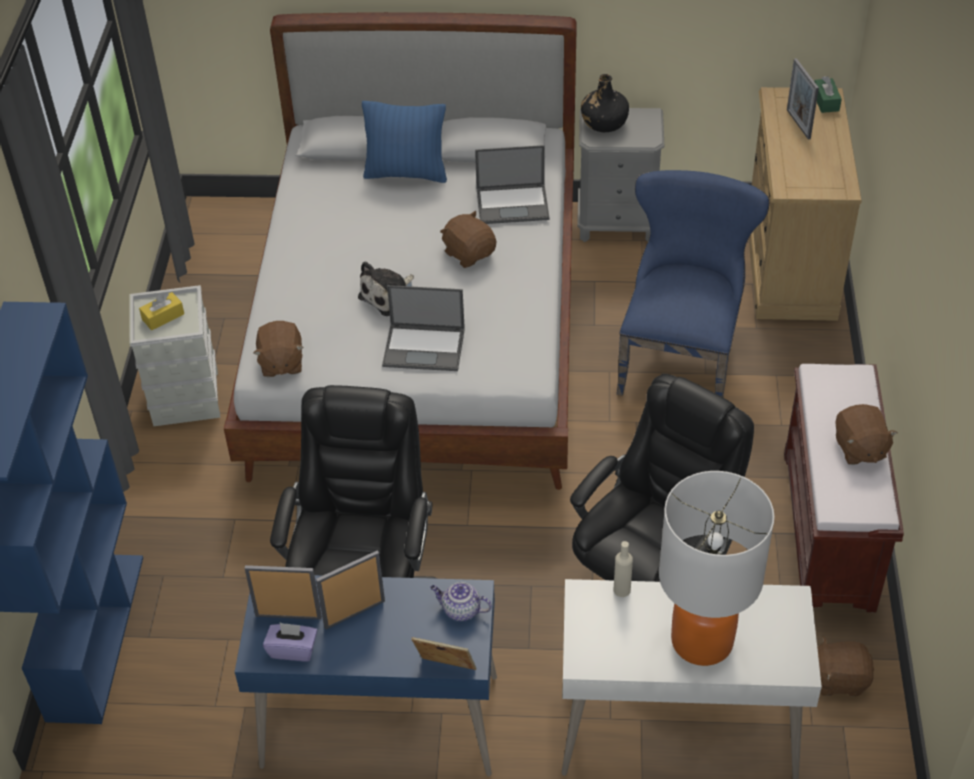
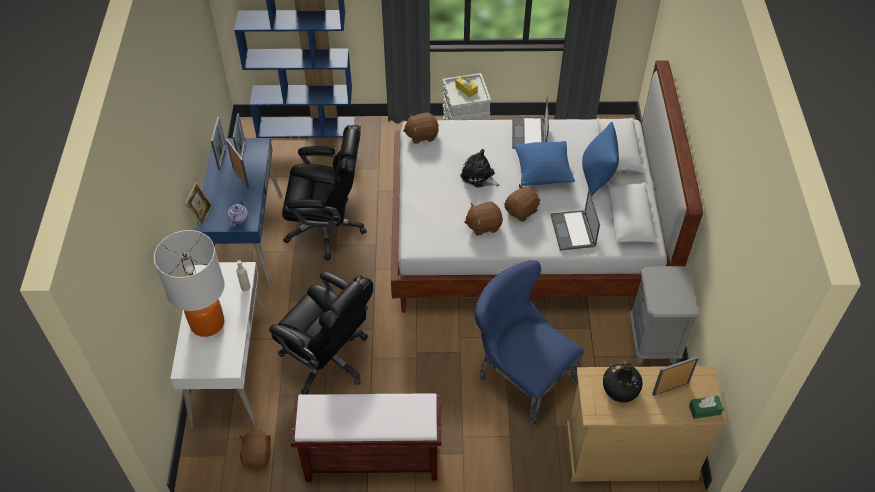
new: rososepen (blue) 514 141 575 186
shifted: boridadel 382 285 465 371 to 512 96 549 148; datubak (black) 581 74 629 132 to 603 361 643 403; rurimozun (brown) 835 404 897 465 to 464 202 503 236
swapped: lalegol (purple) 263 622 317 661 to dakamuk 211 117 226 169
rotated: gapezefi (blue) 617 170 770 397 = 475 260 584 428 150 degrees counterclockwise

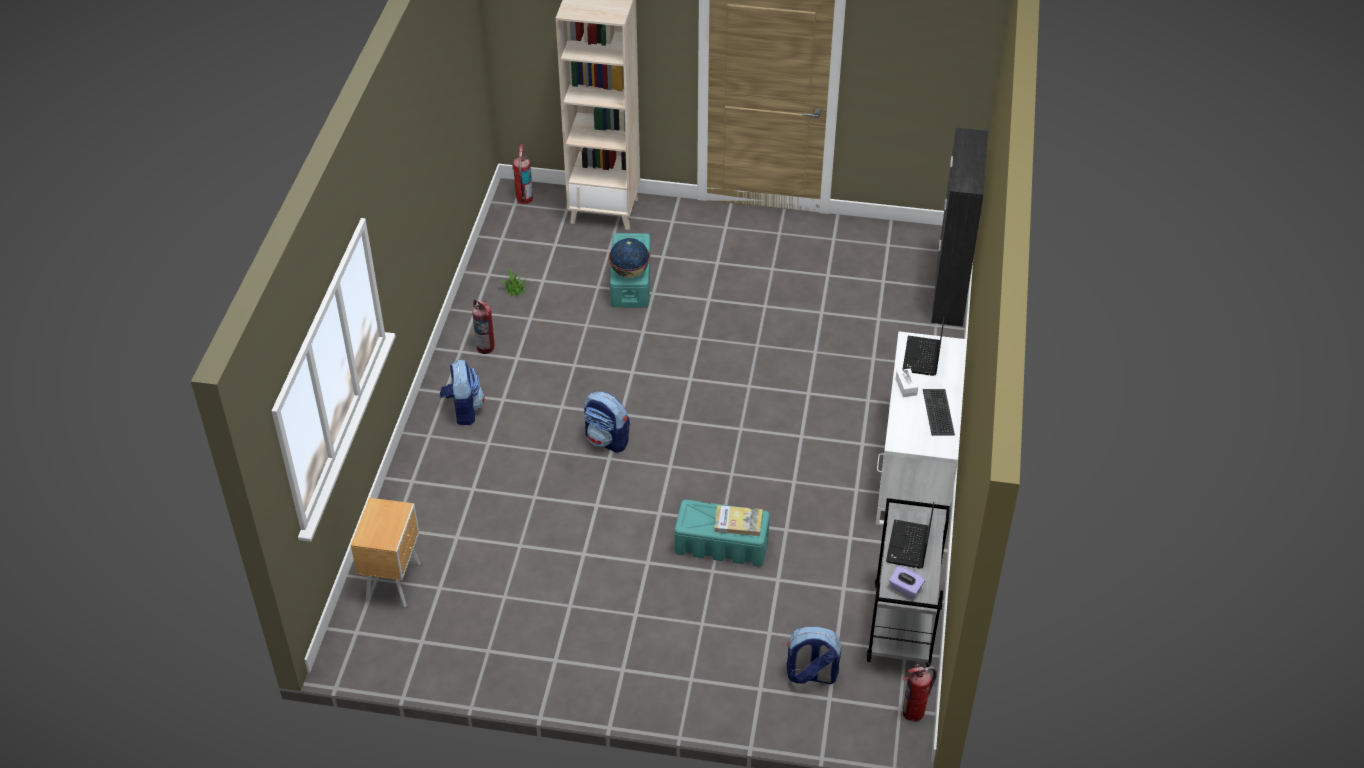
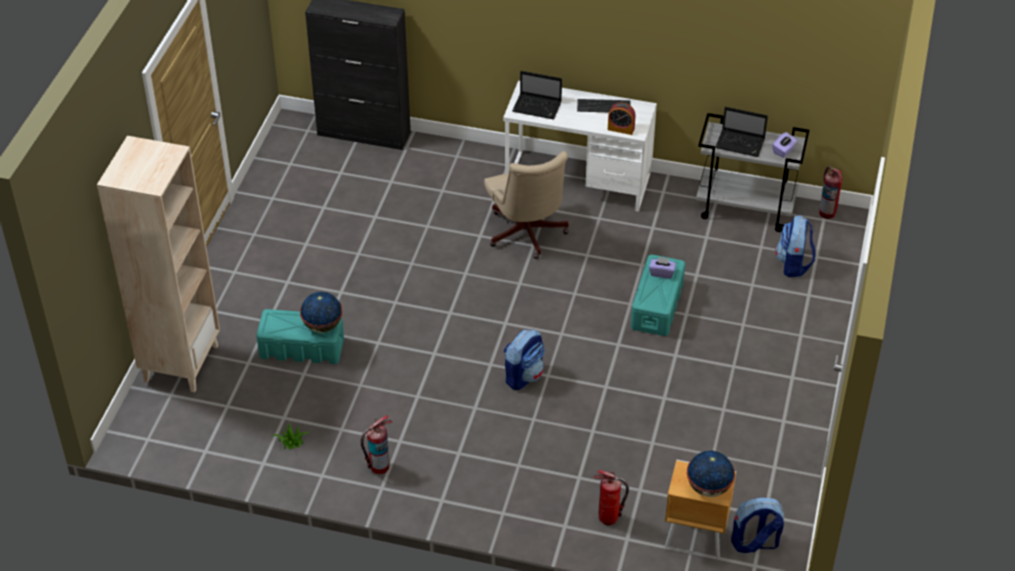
gone: lalegol (white) 896 368 918 397
new: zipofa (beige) 484 151 569 259; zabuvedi 608 102 636 135; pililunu 687 451 735 497
shifted: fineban 440 360 485 425 to 731 497 784 553; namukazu 512 144 533 204 to 593 470 629 525
swapped: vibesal 714 505 763 536 to lalegol (purple) 649 256 676 279

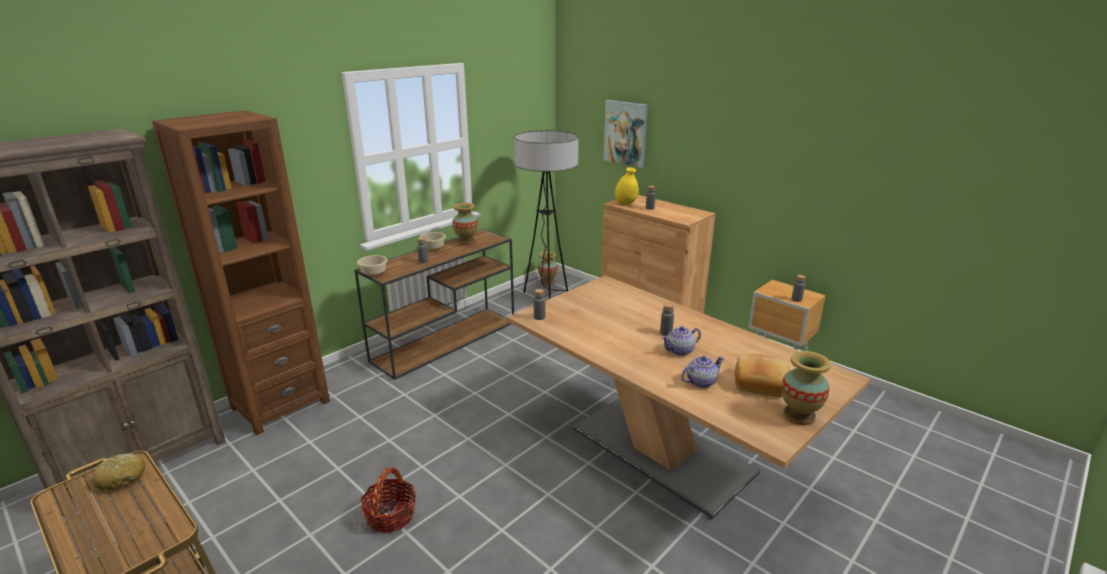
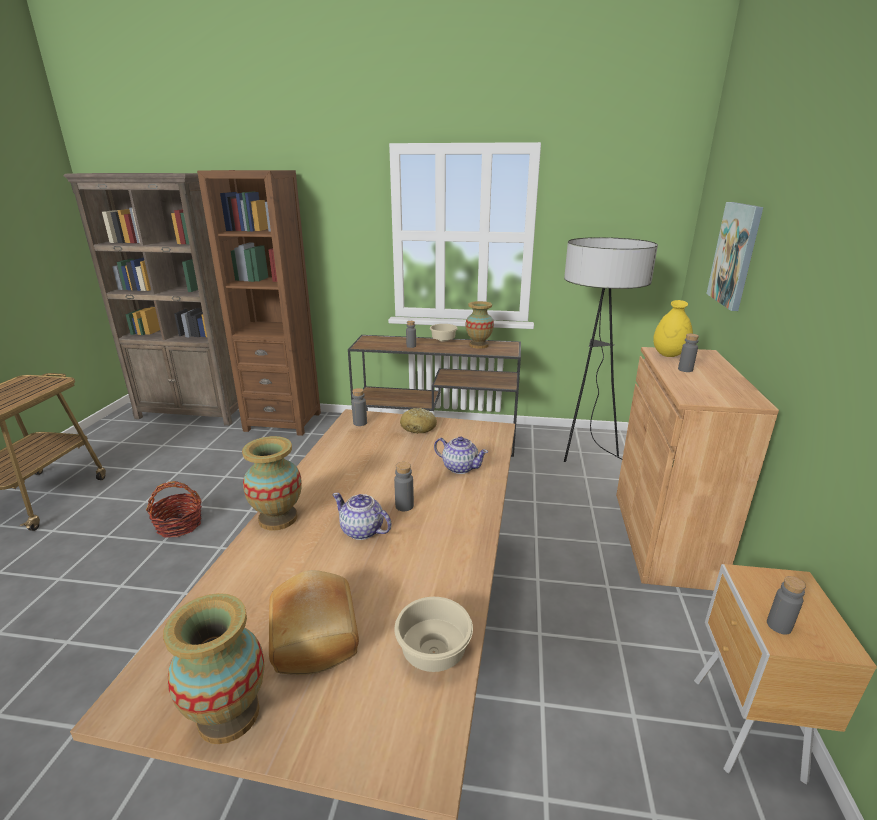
shifted: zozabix 92 454 145 490 to 400 408 437 434; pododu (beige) 357 255 387 275 to 394 597 473 672; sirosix 538 251 558 285 to 242 436 302 531; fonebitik 681 356 724 388 to 434 436 488 474

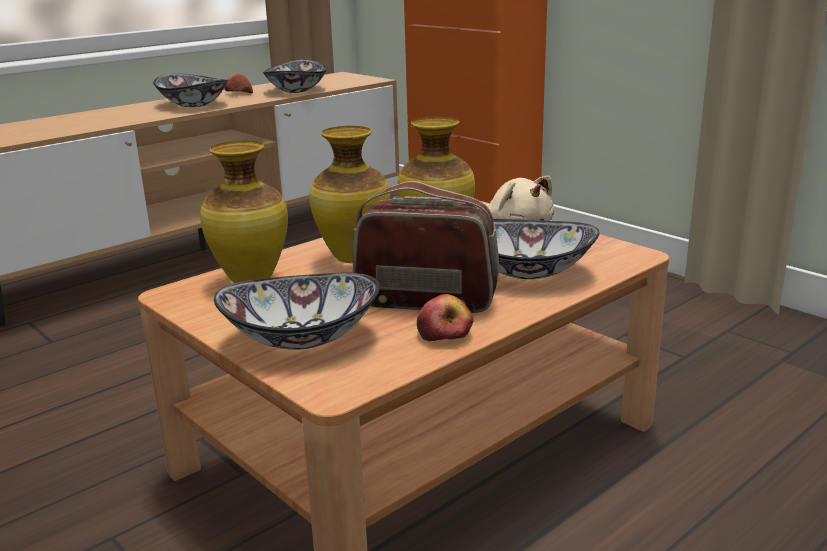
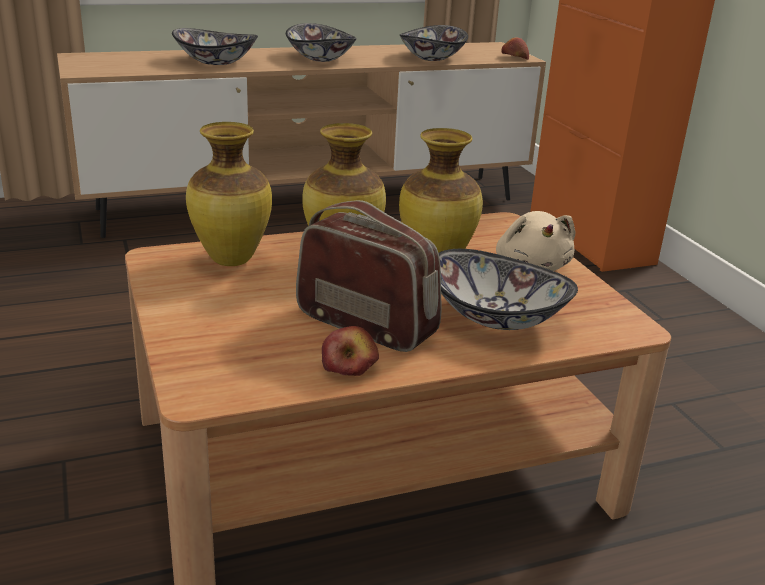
shifted: pododu 214 273 380 350 to 172 28 258 65; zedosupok 225 74 253 94 to 501 37 529 60

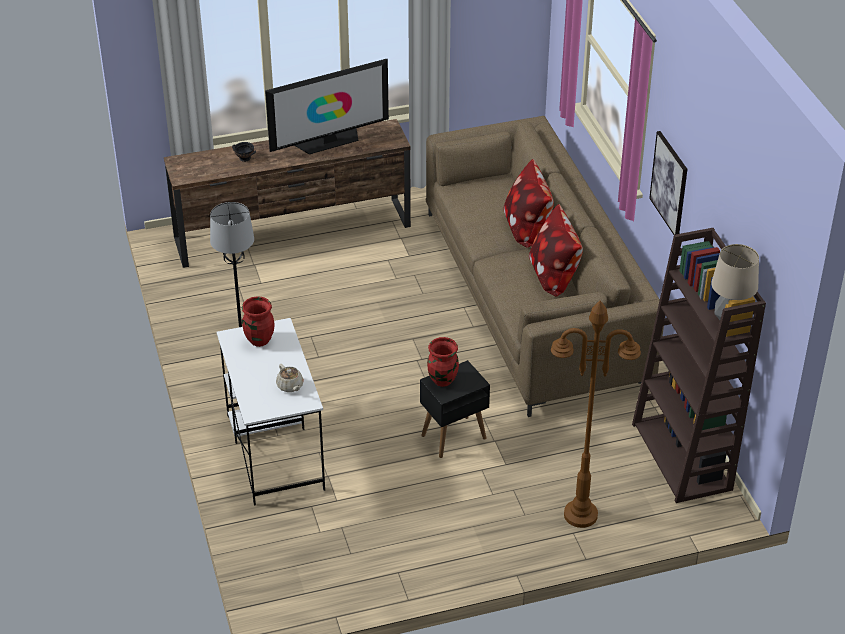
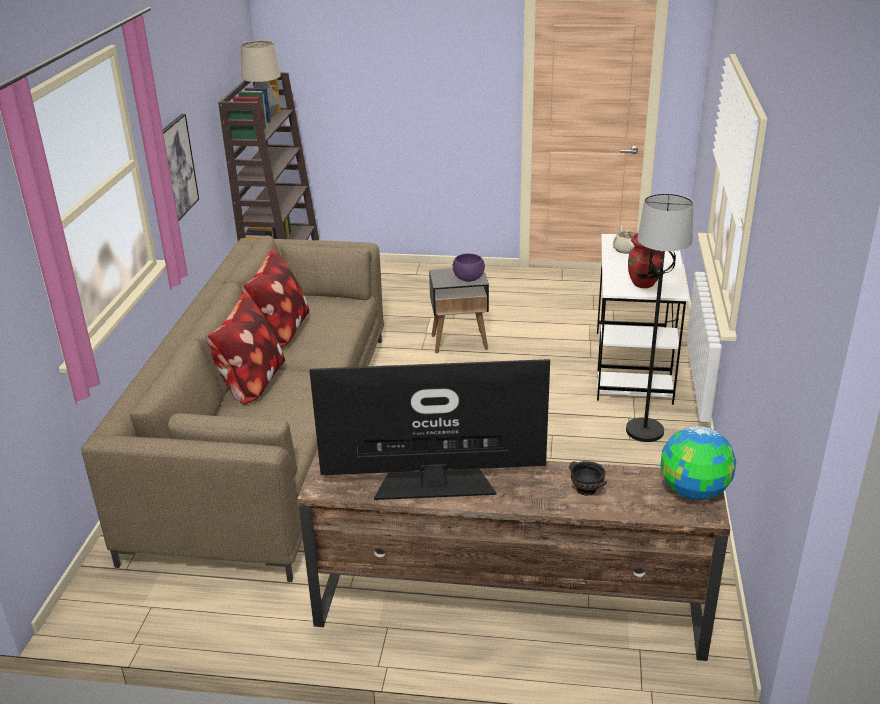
gone: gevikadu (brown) 551 301 641 528
new: pililunu 660 426 736 500
swapped: sirosix (red) 427 337 459 387 to pododu (purple) 453 253 485 282

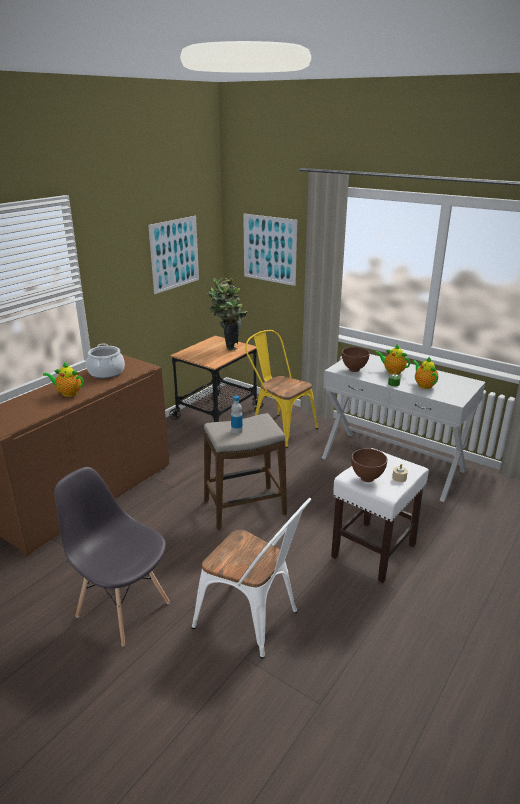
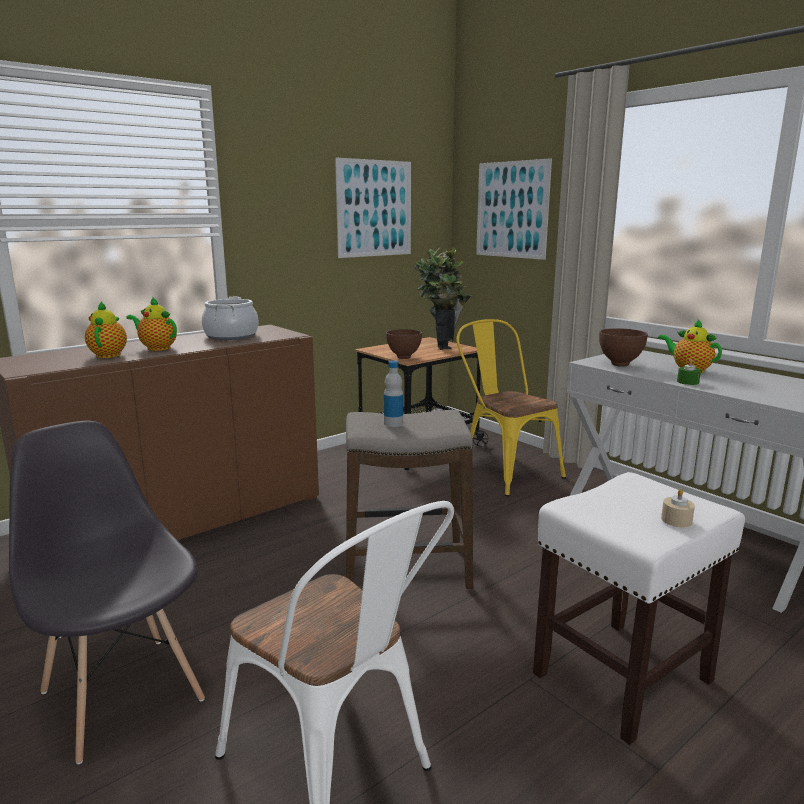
shifted: pododu (brown) 351 449 387 482 to 386 329 422 359; fonebitik 412 357 438 389 to 85 301 127 358

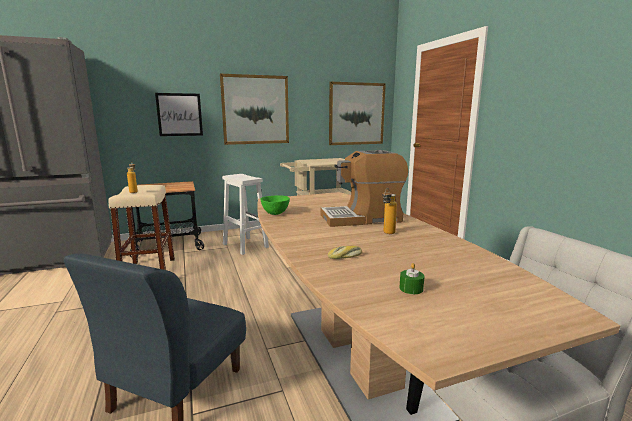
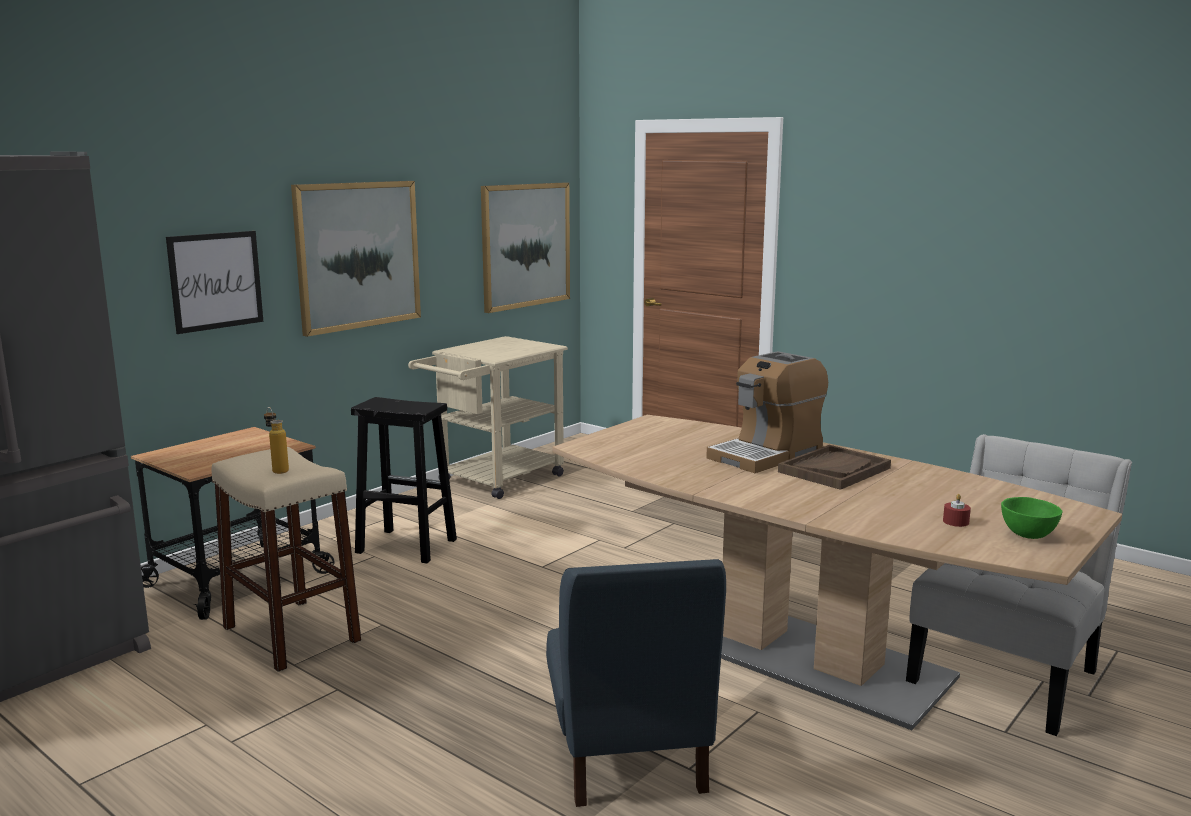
gone: zozabix 328 246 362 259
shifted: pododu (green) 261 195 290 215 to 1001 497 1062 539
swapped: datubak 382 188 397 234 to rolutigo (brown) 778 445 891 490
repainted: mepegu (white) 222 174 269 255 to mepegu (black) 351 397 457 563; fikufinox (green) 399 263 425 294 to fikufinox (red) 943 494 971 527

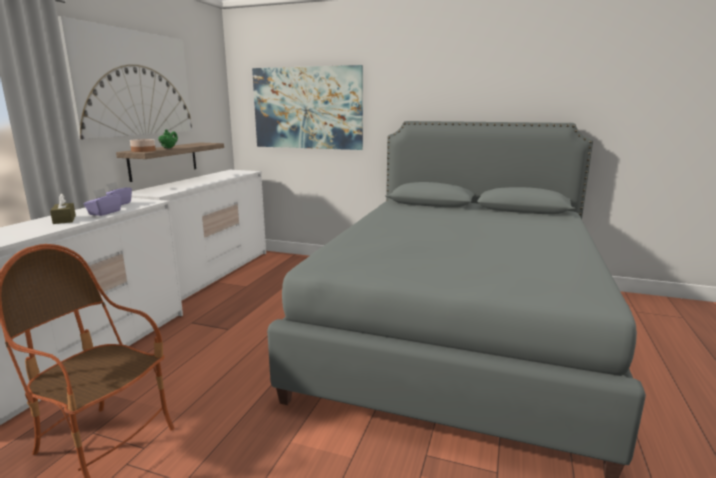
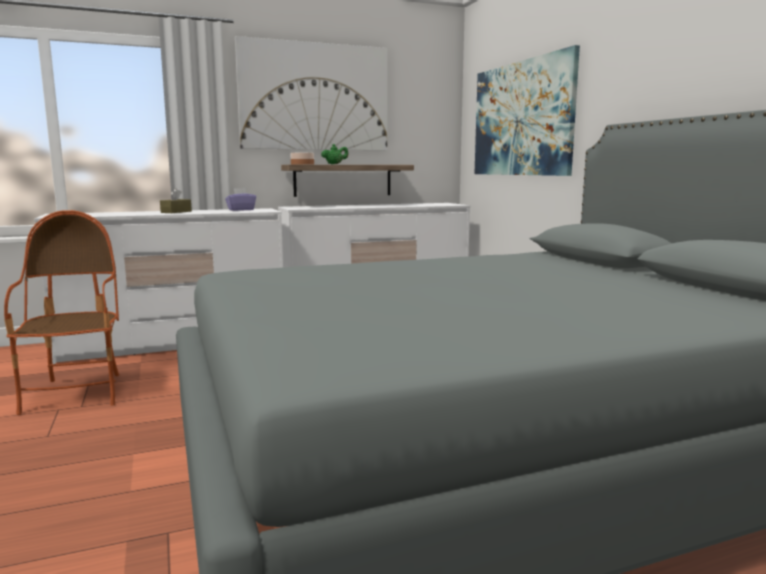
gone: lalegol (purple) 83 188 122 216

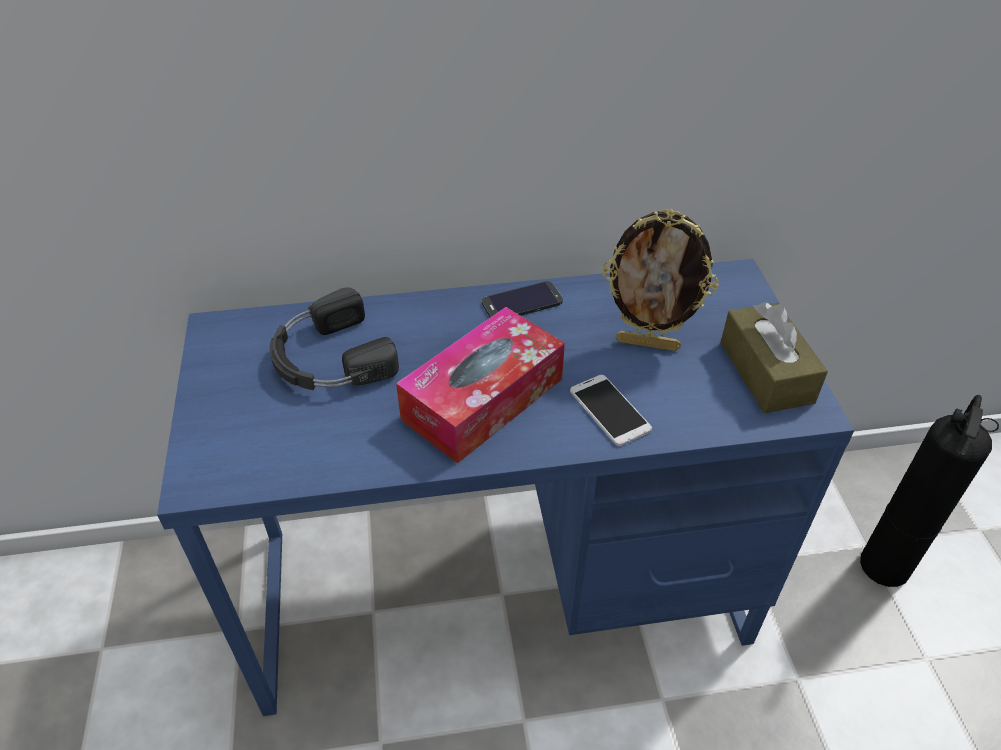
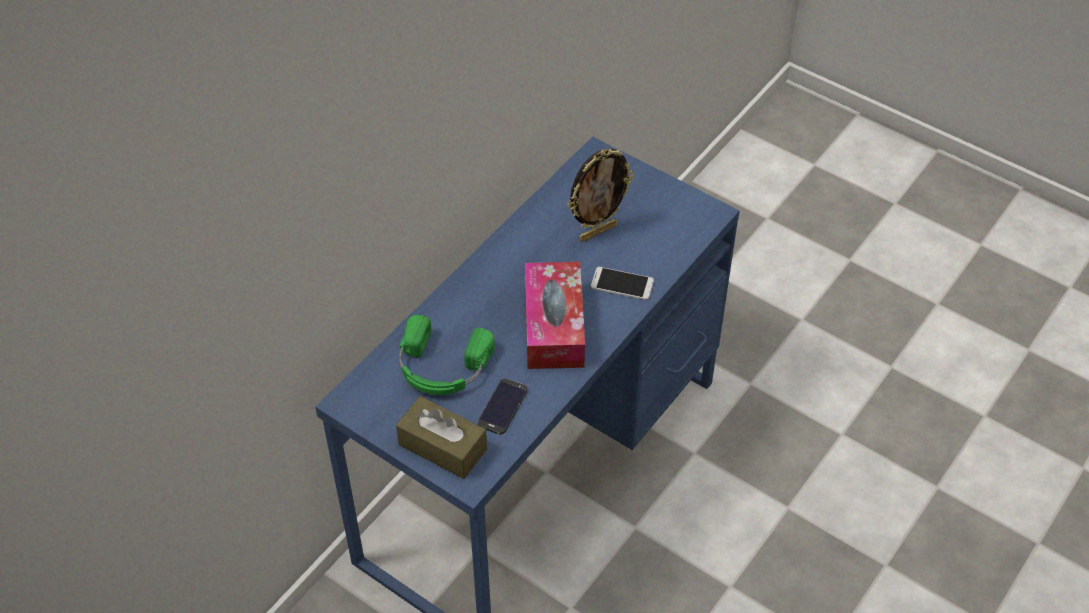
gone: namukazu 860 395 999 587
shifted: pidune 482 281 563 317 to 478 379 527 435; lalegol (brown) 721 302 828 413 to 396 396 487 479
repainted: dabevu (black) 270 287 399 390 to dabevu (green) 399 315 495 395

